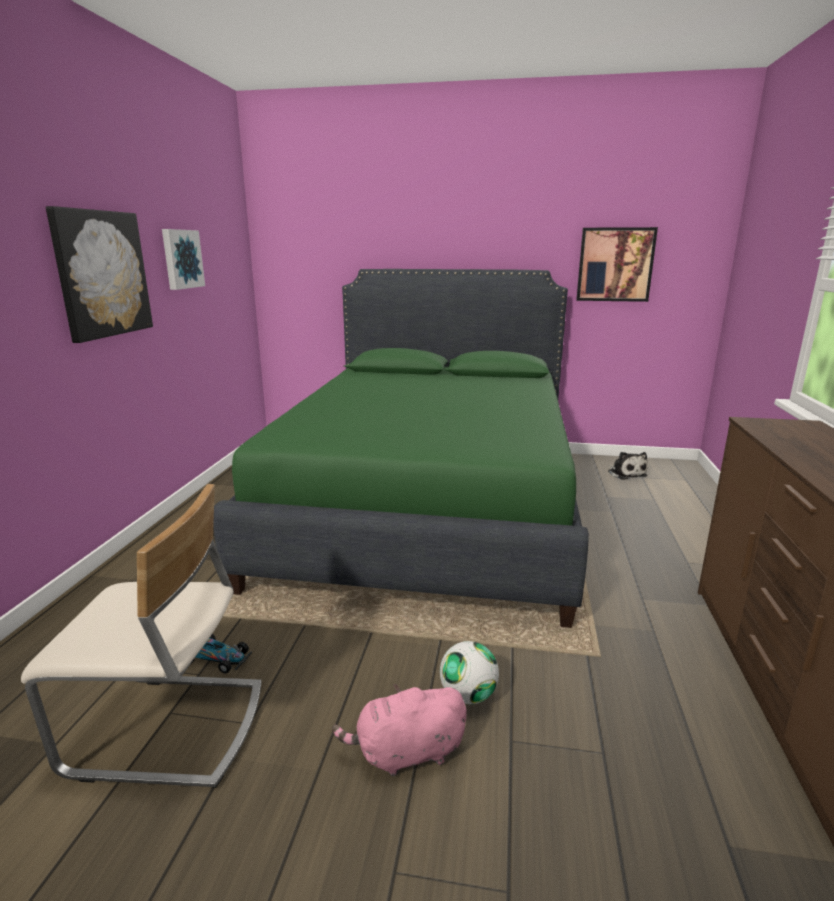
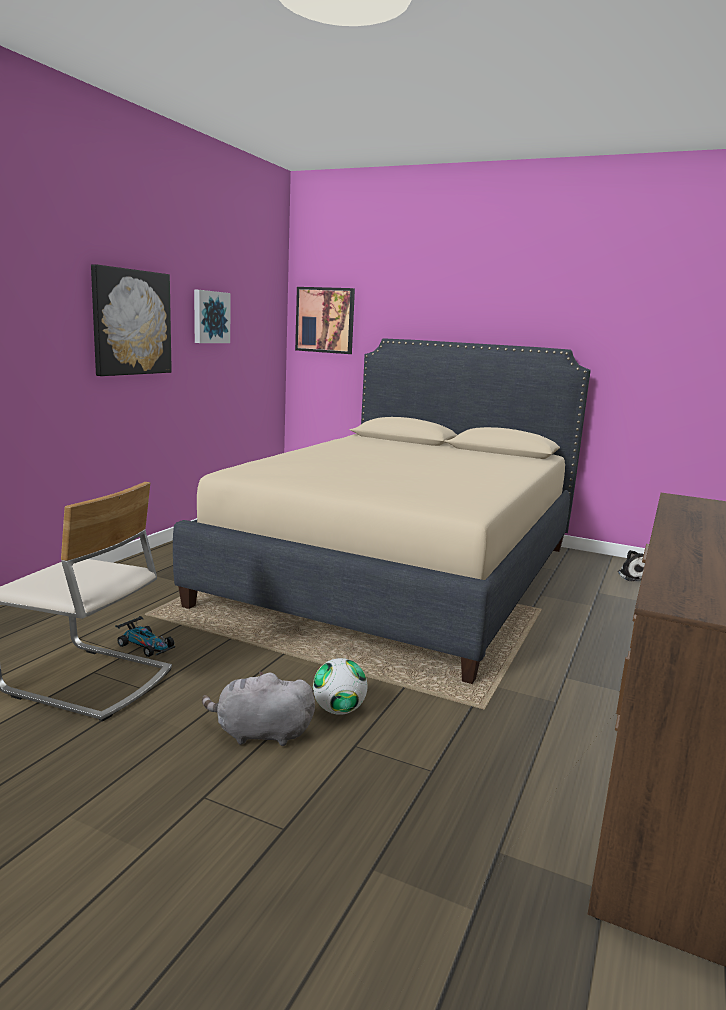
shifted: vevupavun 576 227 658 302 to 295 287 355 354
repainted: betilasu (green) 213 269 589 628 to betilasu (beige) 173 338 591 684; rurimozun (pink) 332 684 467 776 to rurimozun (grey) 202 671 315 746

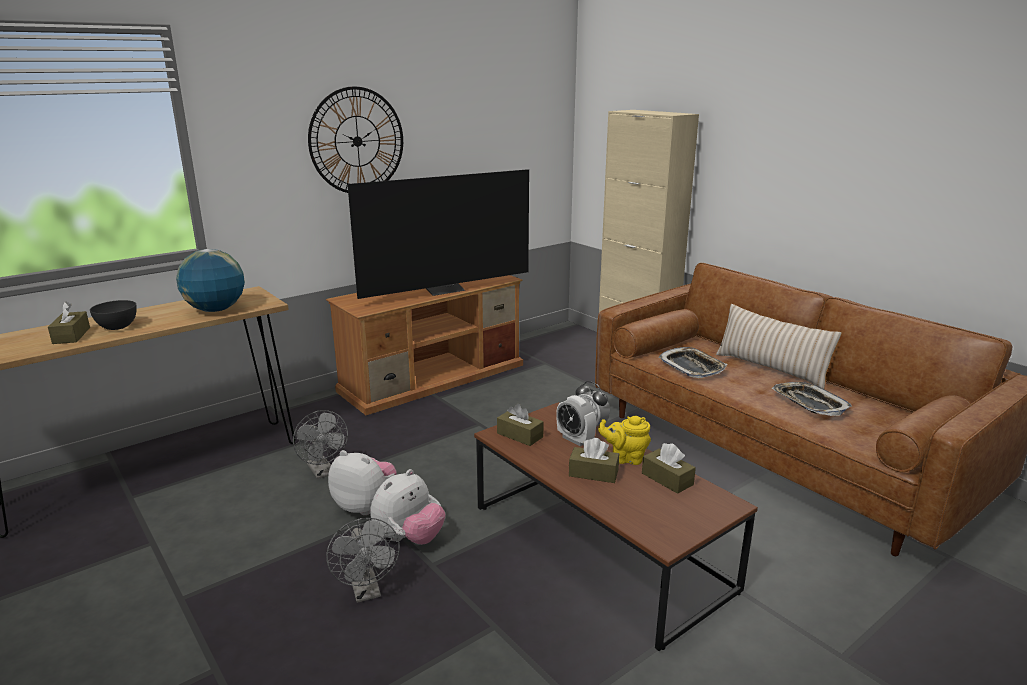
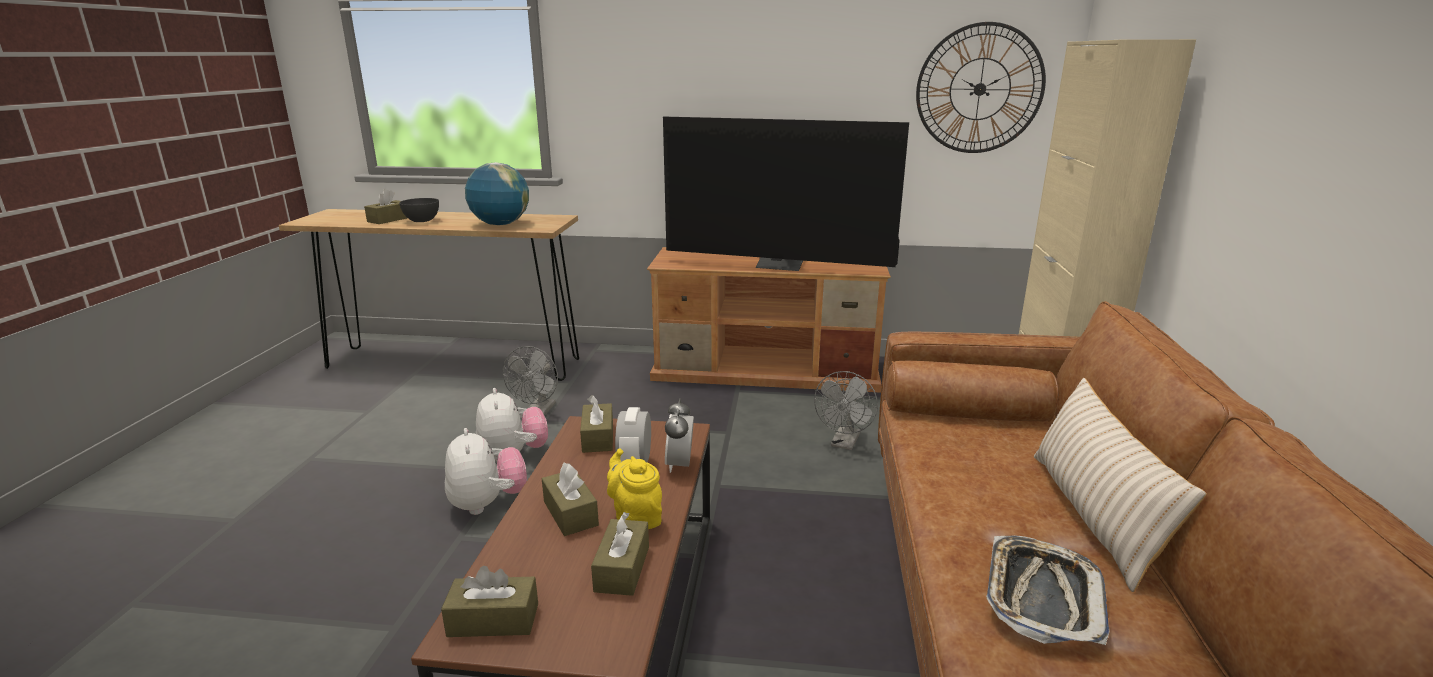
gone: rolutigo 658 347 727 378
new: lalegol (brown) 441 566 538 637
shifted: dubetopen 308 86 403 193 to 916 22 1046 153; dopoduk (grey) 326 518 400 603 to 814 371 878 450
rotated: rurimozun 370 469 445 545 = 445 428 527 515 105 degrees counterclockwise

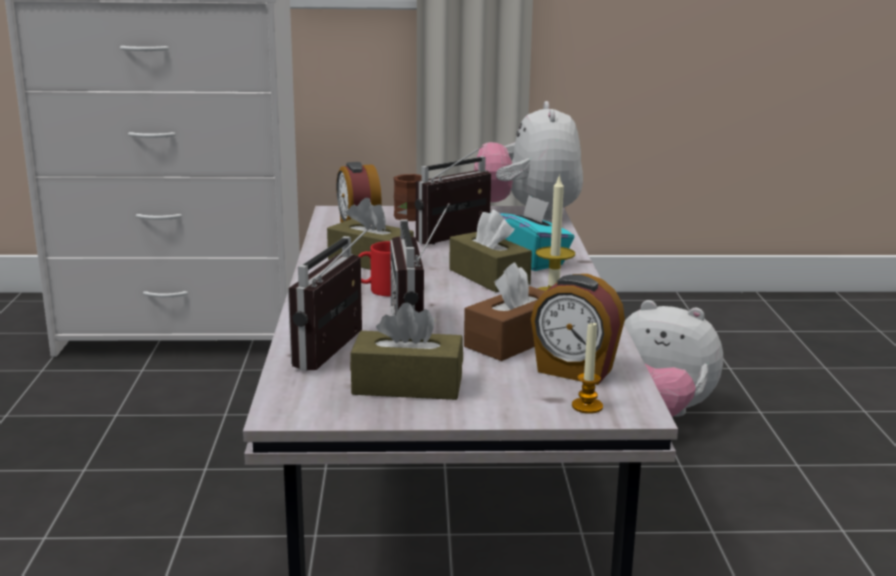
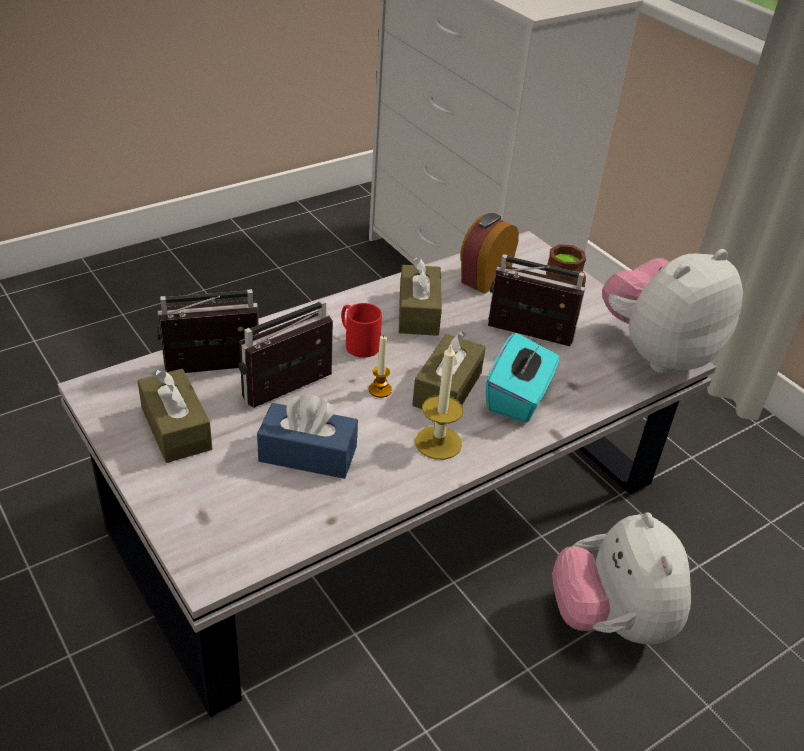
gone: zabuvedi 531 274 625 385
shifted: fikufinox 572 321 603 414 to 369 335 392 398
repainted: lalegol (brown) 464 263 546 361 to lalegol (blue) 257 394 358 479

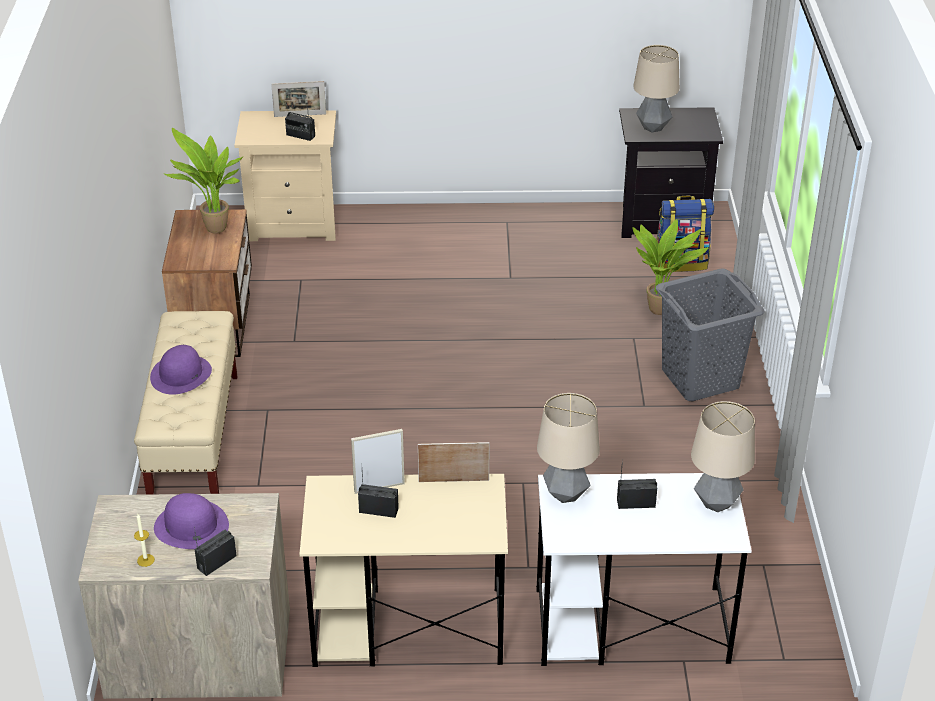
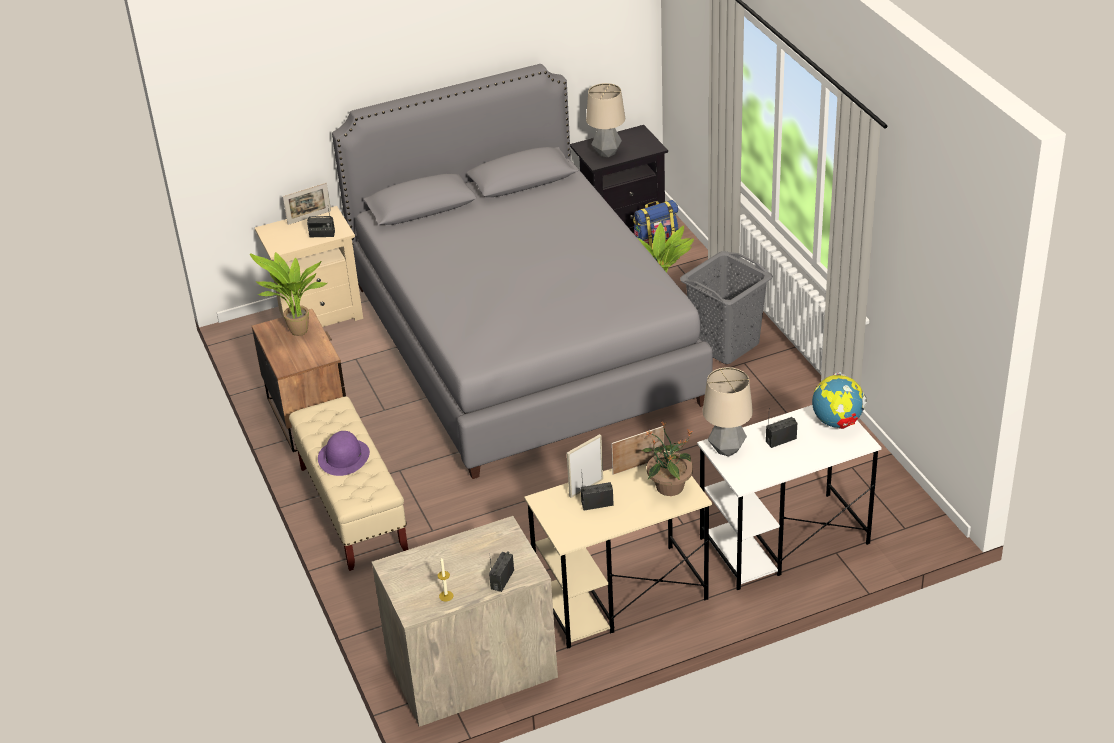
gone: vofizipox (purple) 154 493 229 549
new: betilasu (grey) 332 64 713 479; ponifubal 641 421 693 496
swapped: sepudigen 691 401 755 512 to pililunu 812 372 867 429

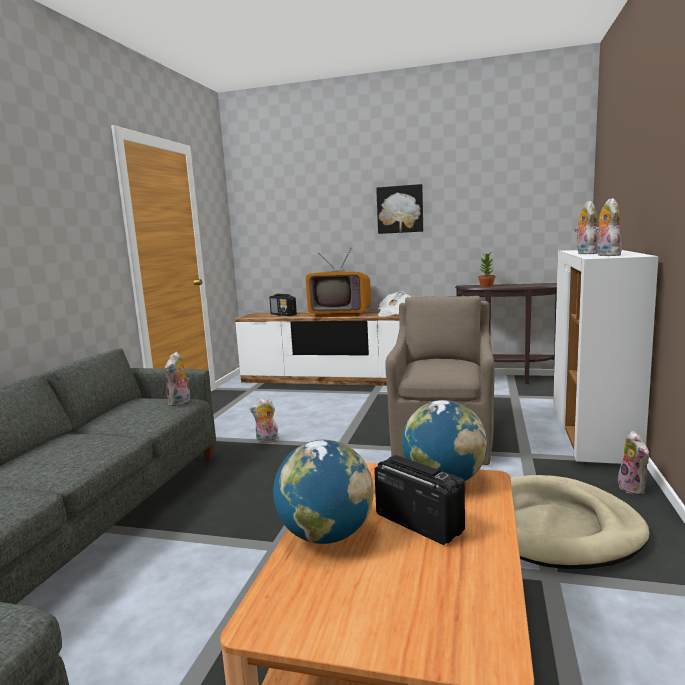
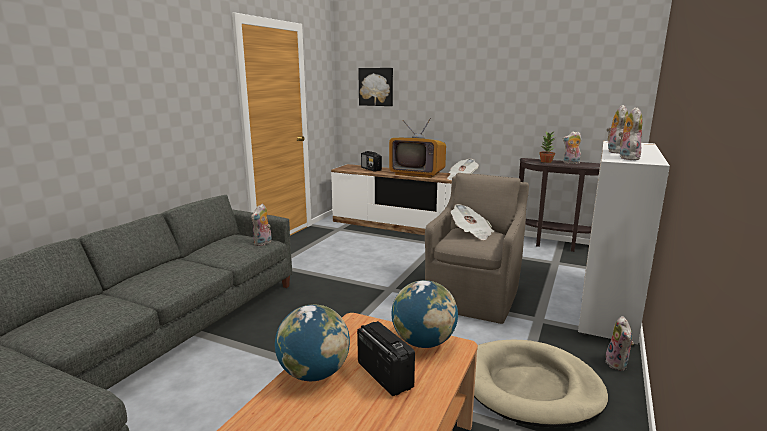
new: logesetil 451 204 494 240
shifted: rurimozun 250 398 279 443 to 563 132 582 164; vevupavun 376 184 423 234 to 358 68 393 106

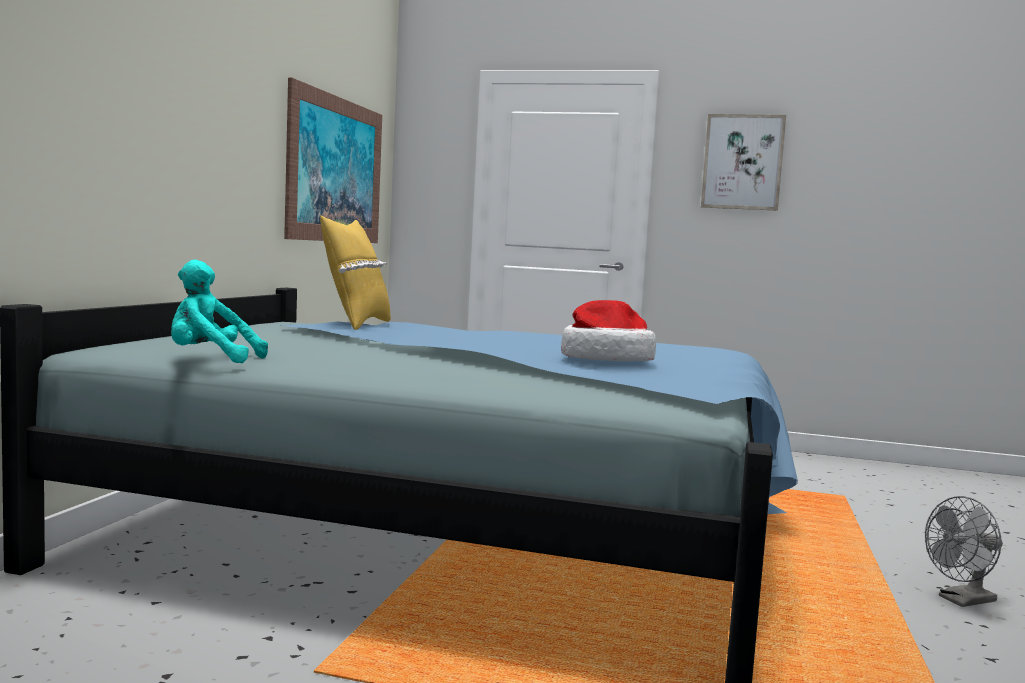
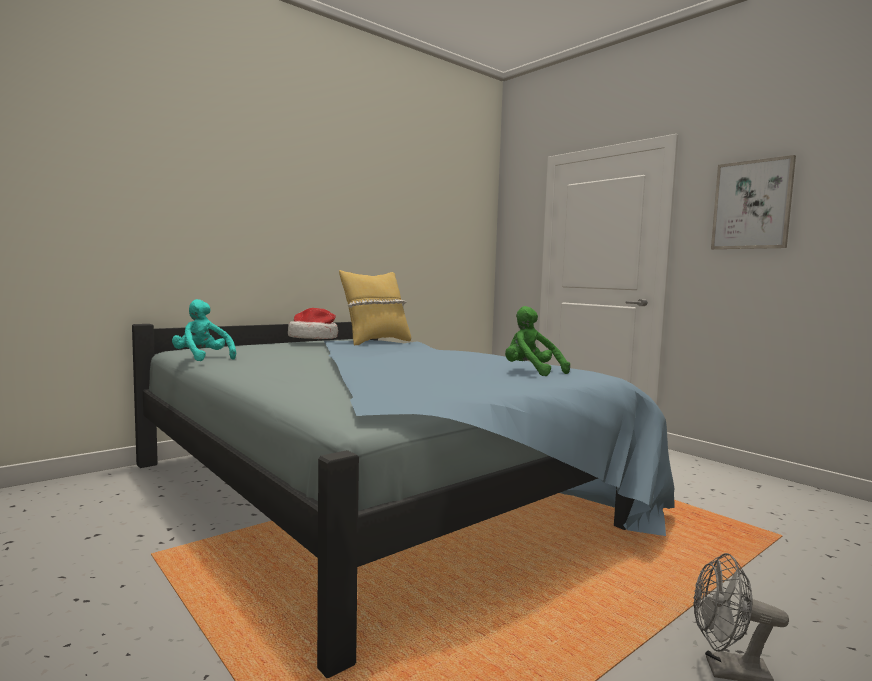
gone: vevupavun 284 77 382 243
new: rurimozun (green) 505 306 570 376
shifted: vofizipox 561 300 656 361 to 288 308 338 339

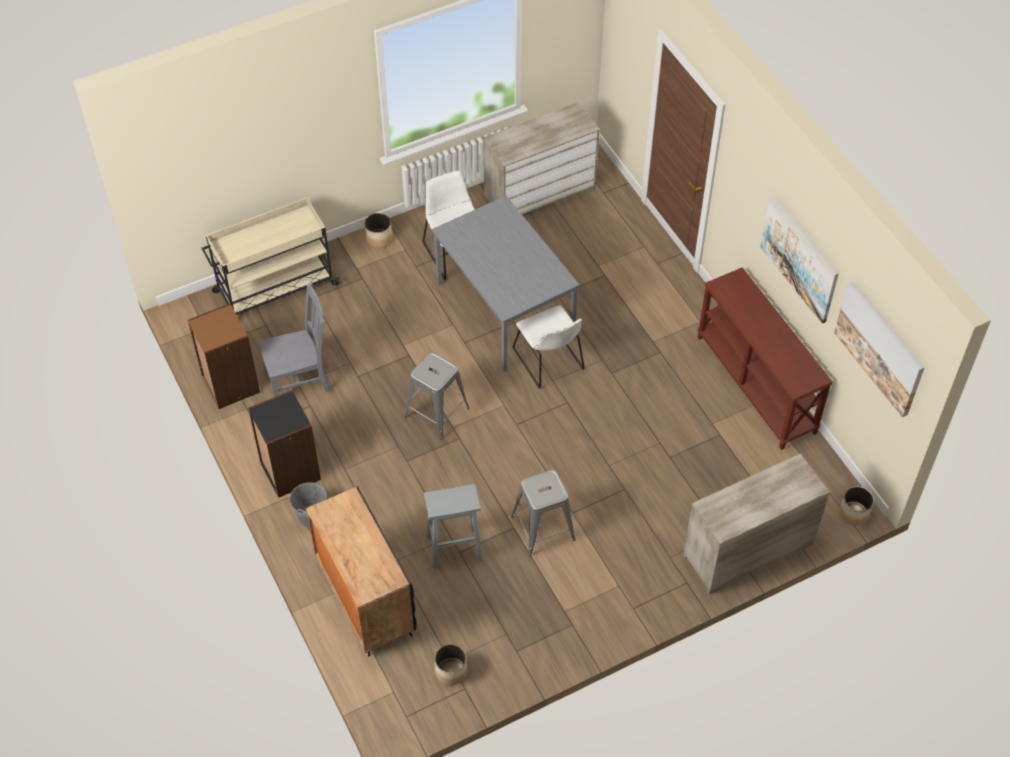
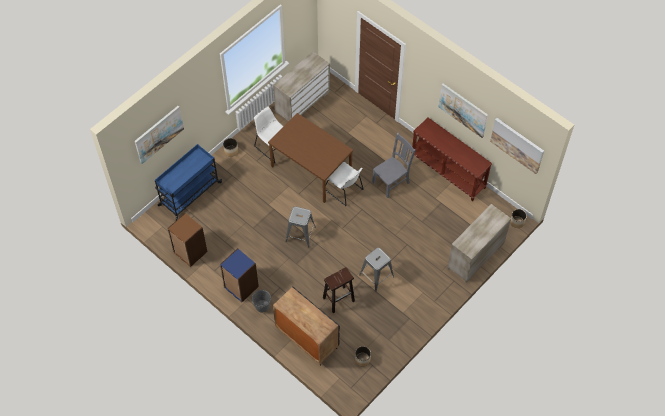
new: vevupavun 135 106 184 164
shifted: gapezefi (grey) 259 282 331 397 to 372 133 416 198
repainted: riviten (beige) 202 198 340 315 to riviten (blue) 155 144 222 220; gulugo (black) 248 390 321 498 to gulugo (blue) 220 248 259 303; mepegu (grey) 424 484 483 570 to mepegu (brown) 323 267 355 313; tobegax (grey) 432 196 580 372 to tobegax (brown) 268 113 353 203

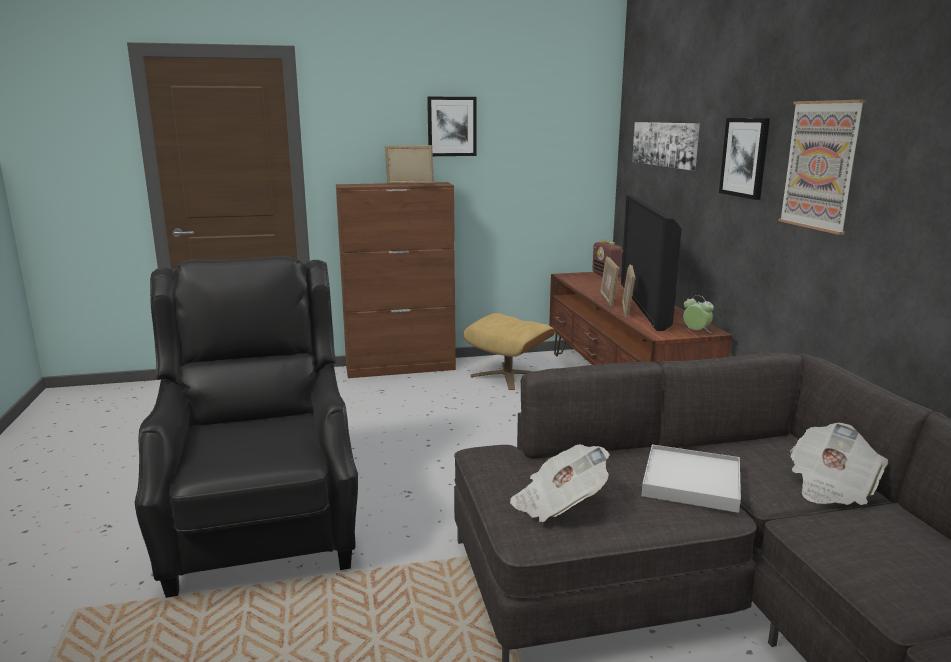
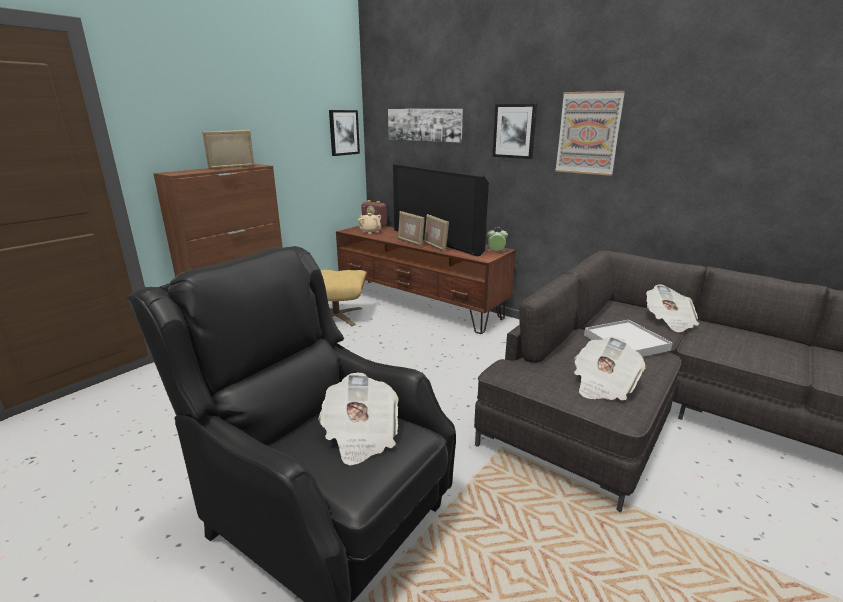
new: logesetil 318 373 399 466; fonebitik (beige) 358 213 381 234
shifted: vevupavun 427 97 476 156 to 329 110 360 156

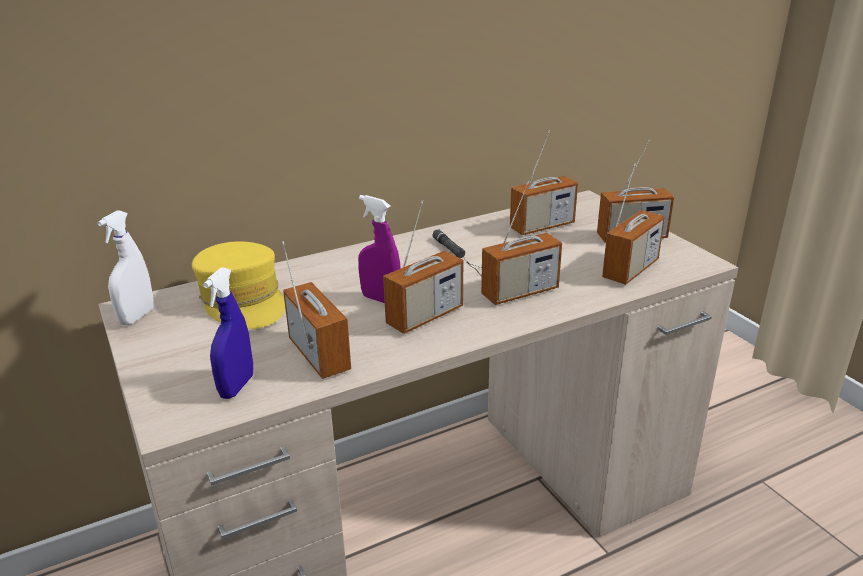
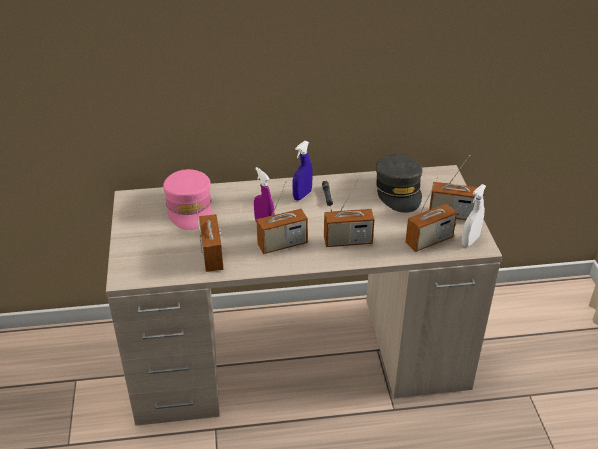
shifted: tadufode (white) 97 210 154 325 to 462 184 486 247; tadufode (blue) 203 267 253 399 to 292 141 313 201
swapped: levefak 510 131 578 235 to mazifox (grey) 375 154 423 213
repainted: mazifox (yellow) 192 241 285 329 to mazifox (pink) 163 169 212 230

